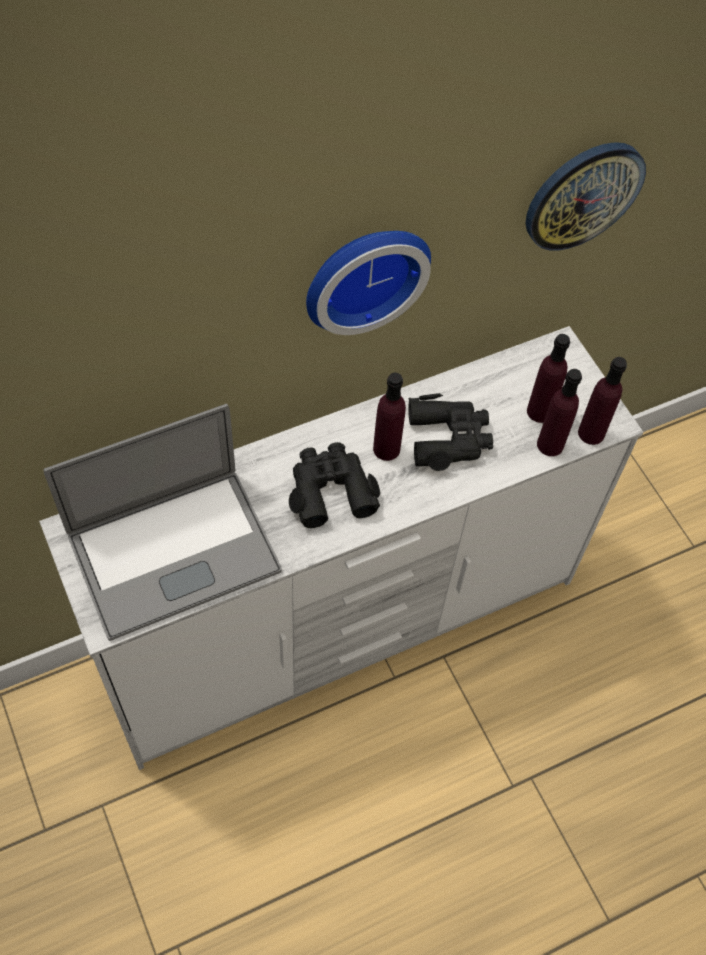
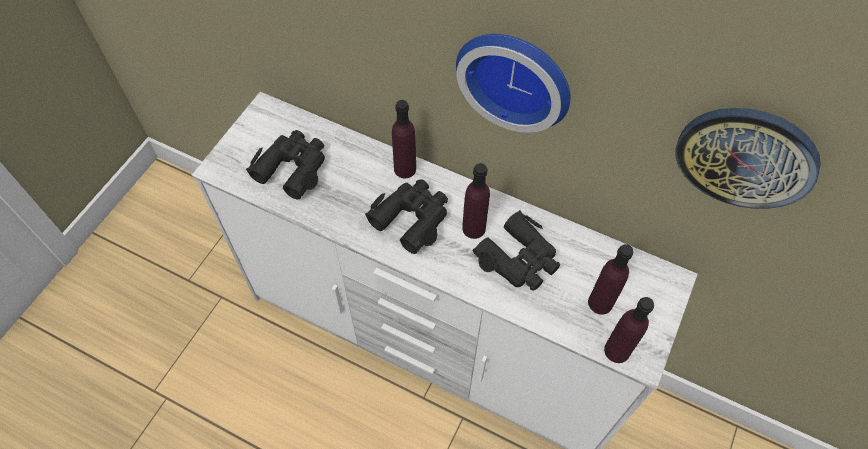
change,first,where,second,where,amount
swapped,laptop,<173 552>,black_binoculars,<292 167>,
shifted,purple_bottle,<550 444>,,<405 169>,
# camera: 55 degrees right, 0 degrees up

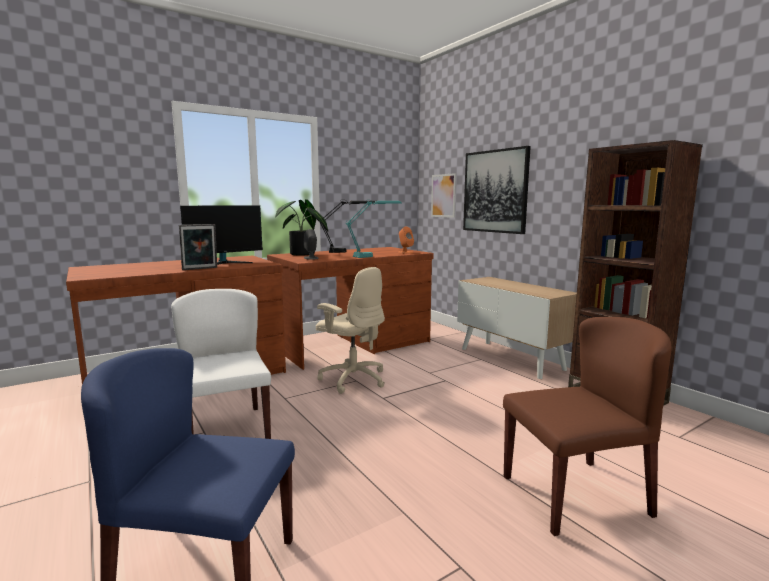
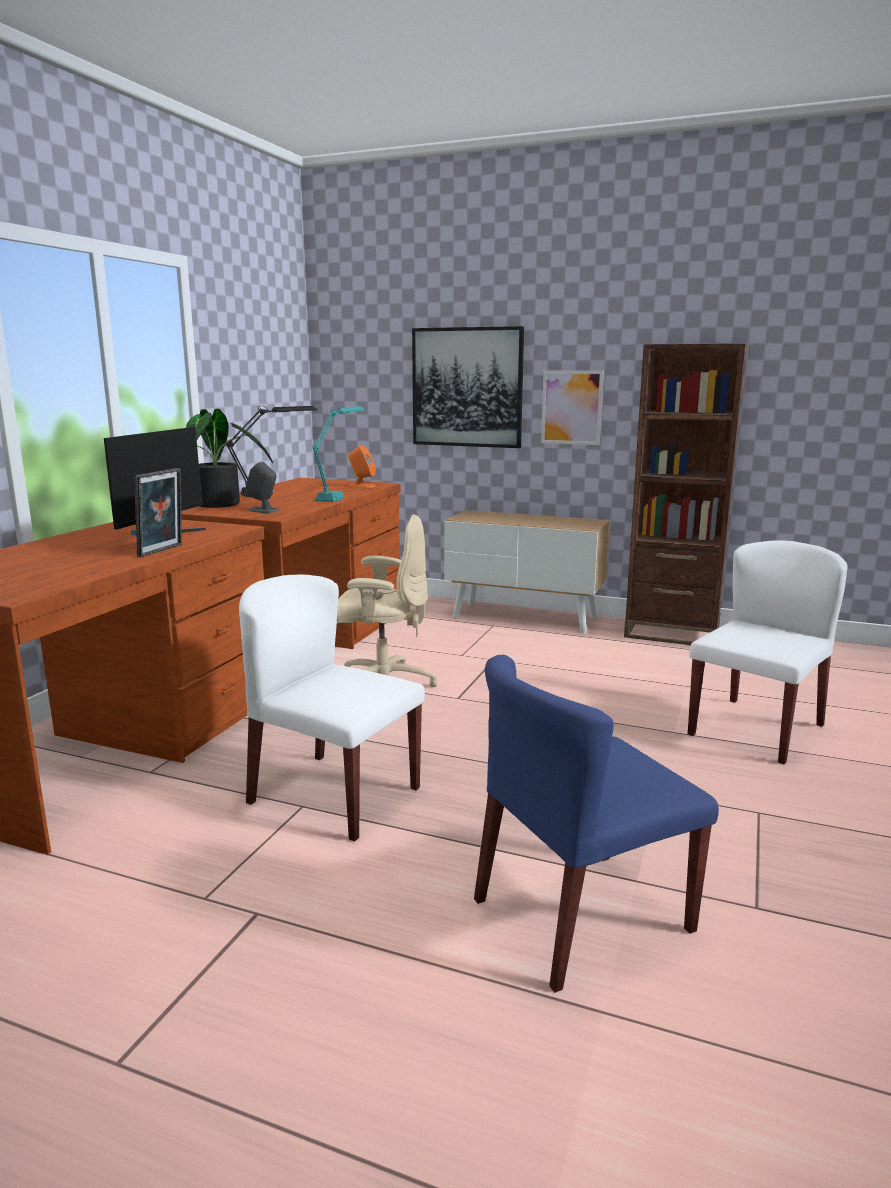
change,first,where,second,where,amount
shifted,picture,<443 195>,,<571 407>,
repainted,brown_chair,<575 494>,white_chair,<756 729>,
# camera: 35 degrees left, 5 degrees up

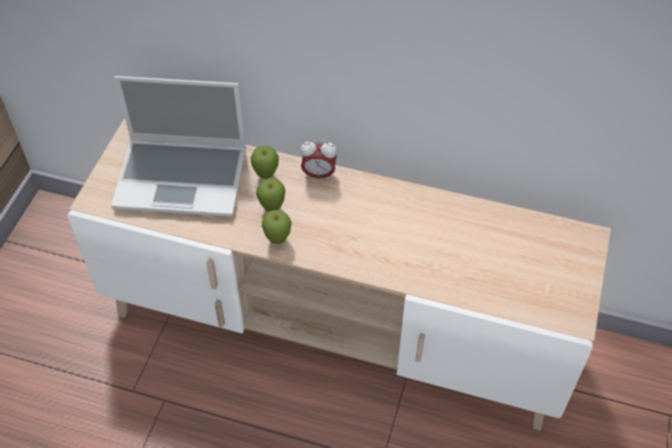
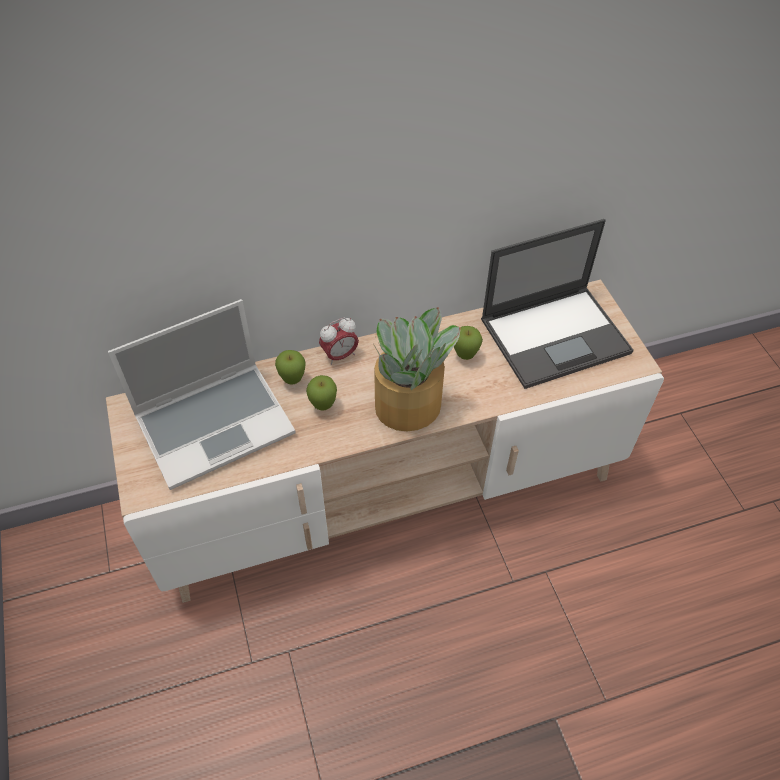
change,first,where,second,where,amount
new,,,potted_plant,<409 406>,
shifted,apple,<277 240>,,<465 356>,
new,,,laptop,<556 335>,
# camera: 35 degrees left, 0 degrees up

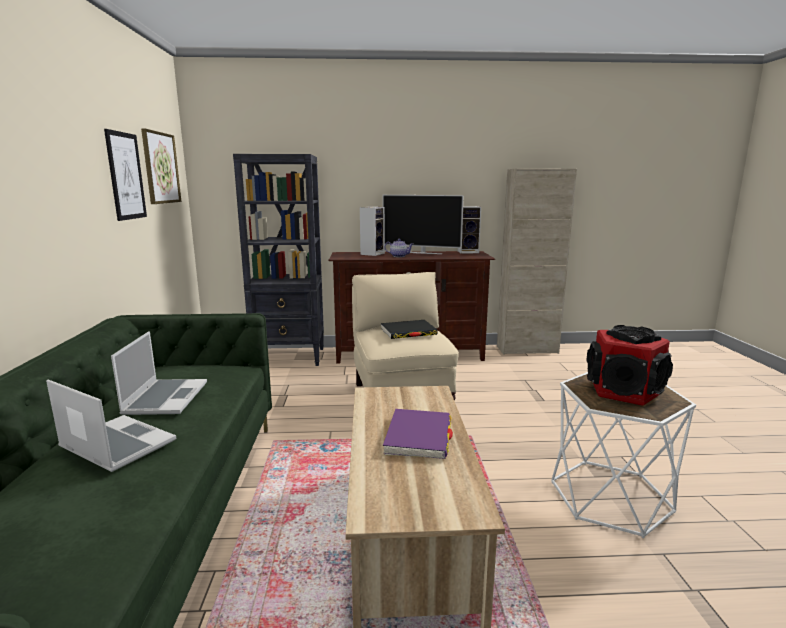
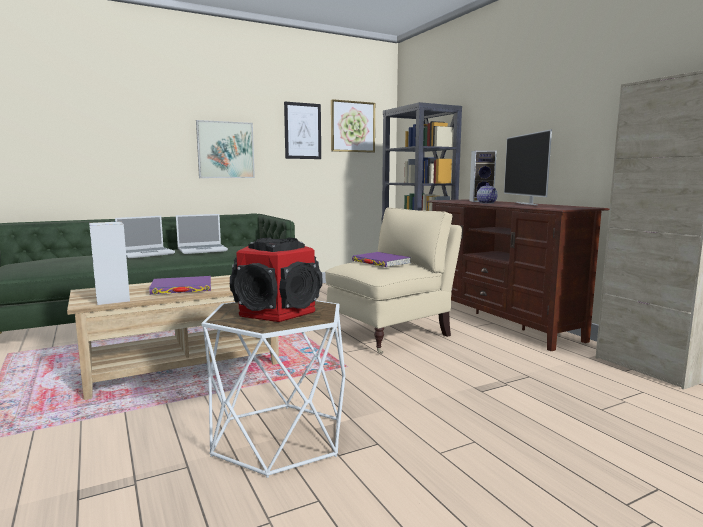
change,first,where,second,where,amount
shifted,speaker,<468 252>,,<114 300>,
rotated,laptop,<115 445>,,<146 254>,45 degrees clockwise
new,,,picture,<225 150>,
repainted,black_book,<408 332>,purple_book,<381 262>,
# camera: 65 degrees right, 5 degrees down

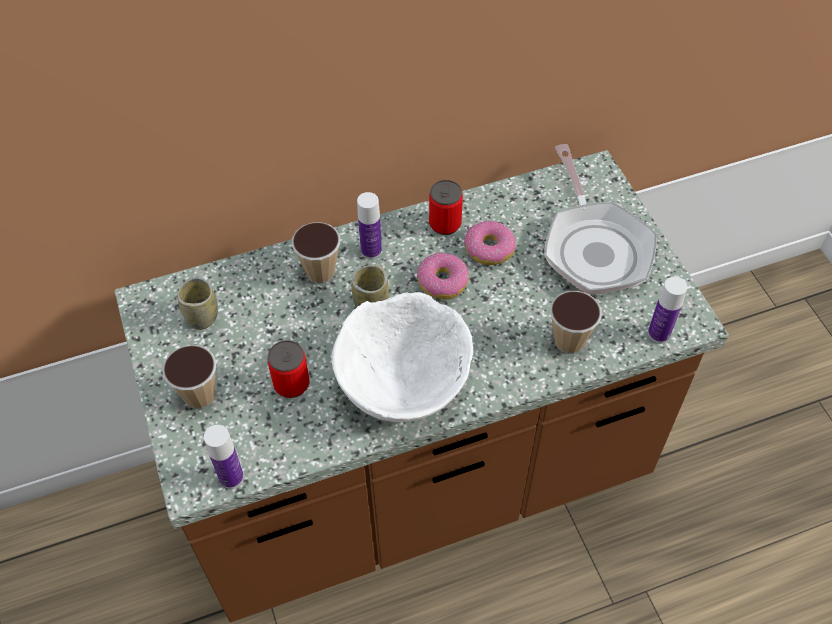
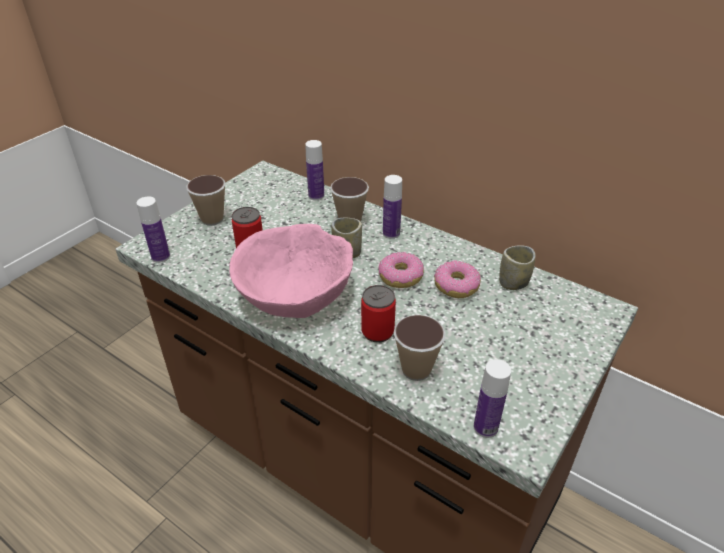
change,first,where,second,where,amount
repainted,white_bowl,<404 382>,pink_bowl,<295 296>,
new,,,bottle,<316 195>,
shifted,can,<445 224>,,<377 332>,
shifted,cup,<202 316>,,<513 283>,
gone,frying_pan,<594 246>,,,
# camera: 55 degrees right, 15 degrees down

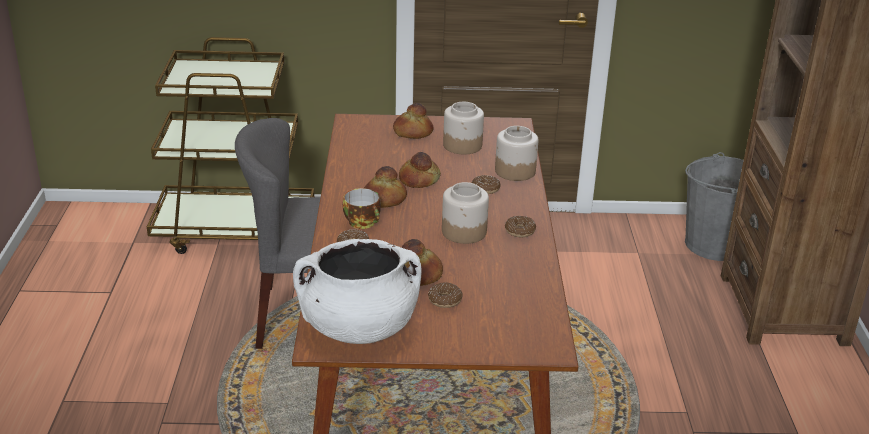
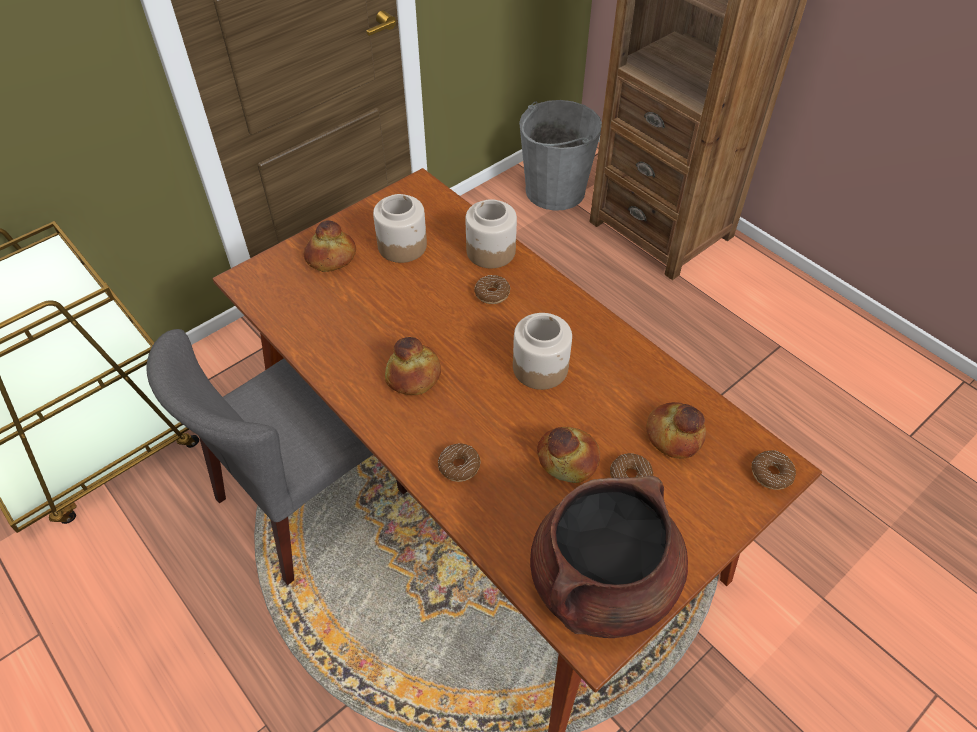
change,first,where,second,where,amount
repainted,white_cooking_pot,<358 327>,brown_cooking_pot,<602 583>,
shifted,bread,<418 179>,,<673 435>,
shifted,donut,<520 231>,,<771 473>,
gone,cup,<364 223>,,,
# camera: 40 degrees left, 20 degrees up

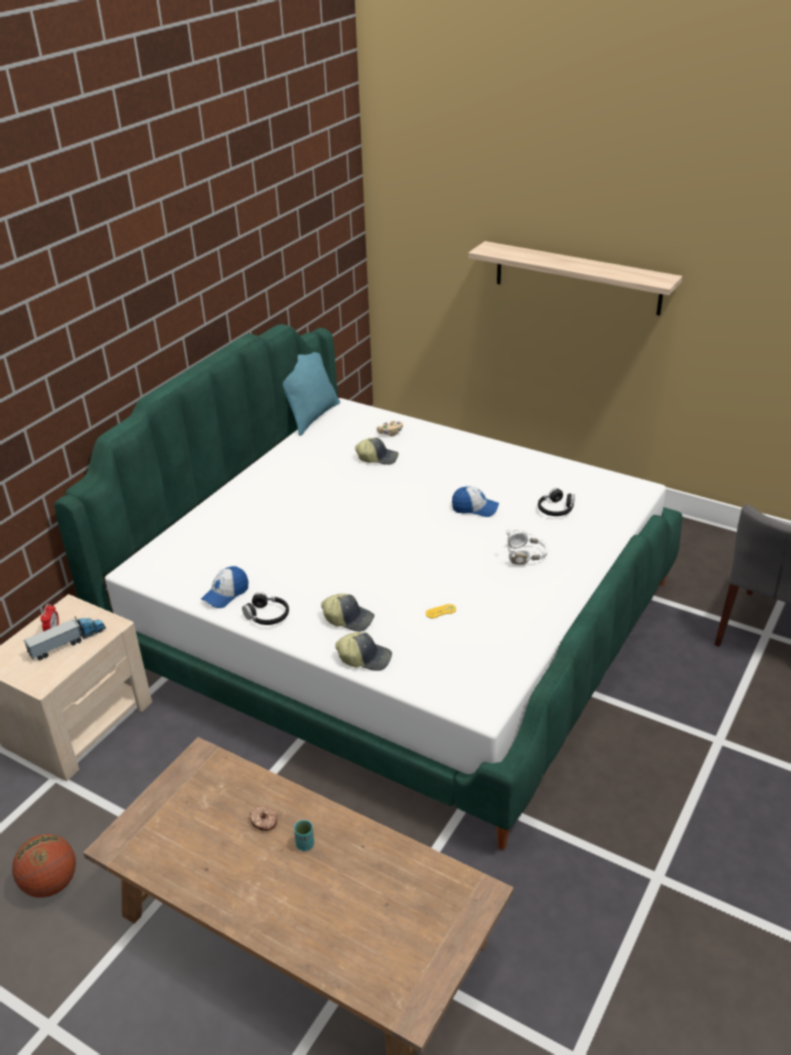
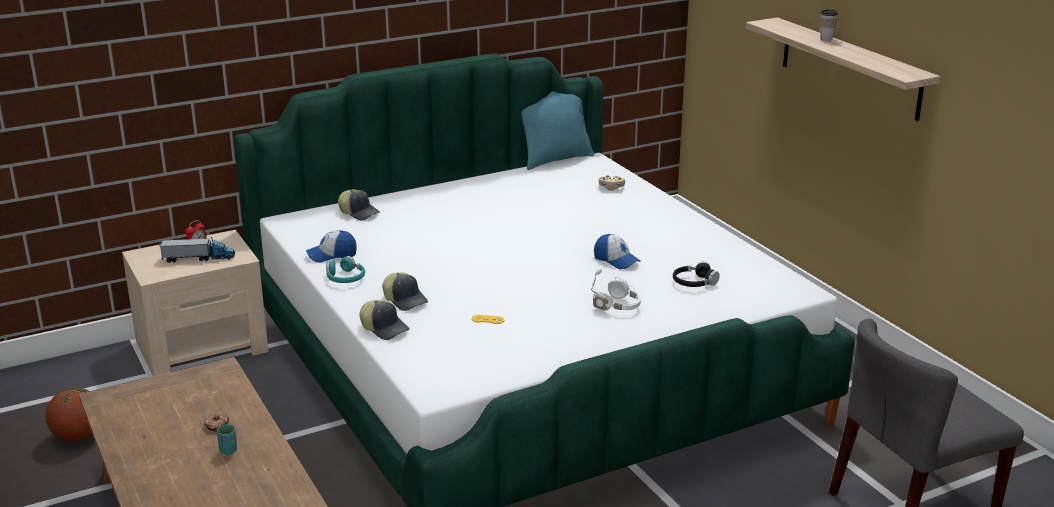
change,first,where,second,where,amount
repainted,black_headphones,<267 615>,turquoise_headphones,<345 278>,
shifted,cap,<377 458>,,<359 213>,
new,,,cup,<826 39>,
# camera: 30 degrees right, 10 degrees down

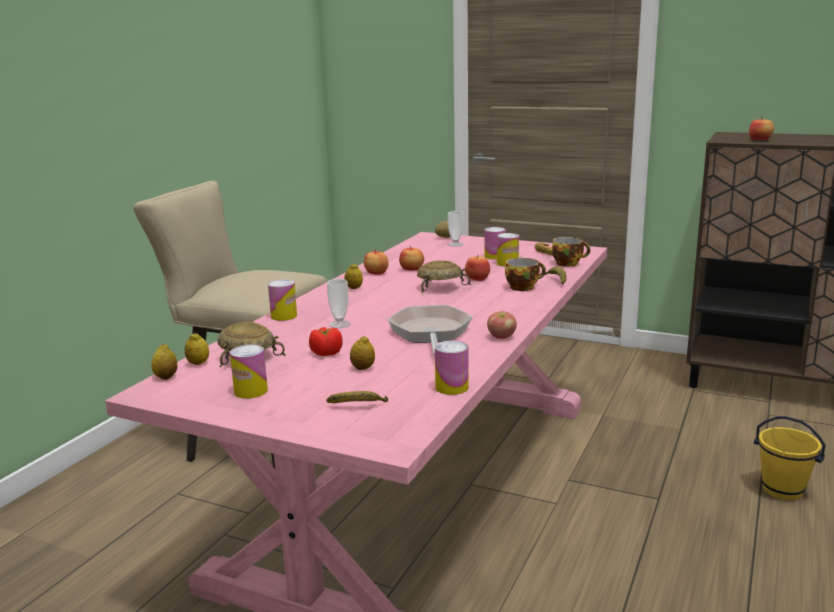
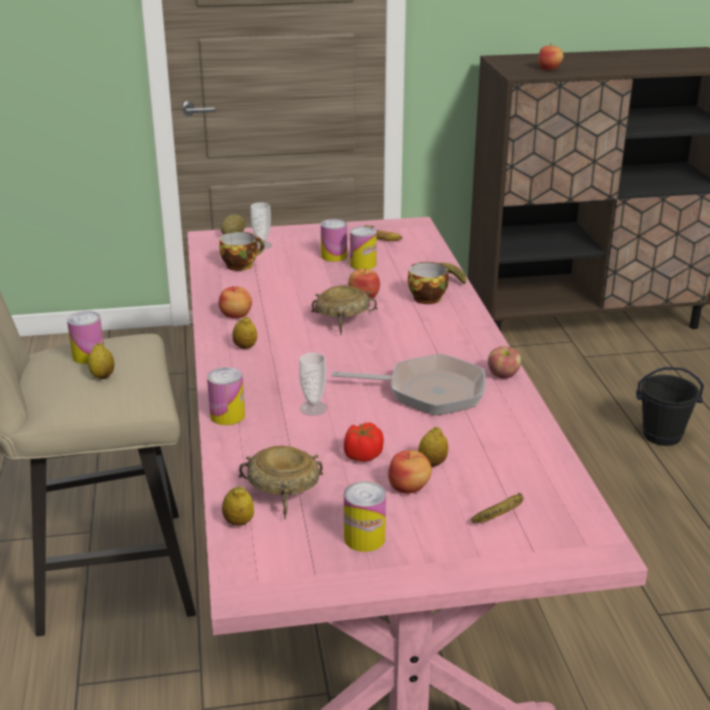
change,first,where,second,where,amount
shifted,can,<452 387>,,<88 356>,
shifted,lemon,<166 377>,,<103 376>,
shifted,cup,<569 263>,,<241 265>,
rotated,frying_pan,<430 333>,,<428 391>,135 degrees clockwise
shifted,apple,<412 269>,,<409 487>,
repainted,yellow_bucket,<782 490>,black_bucket,<662 435>,
# camera: 35 degrees left, 10 degrees up

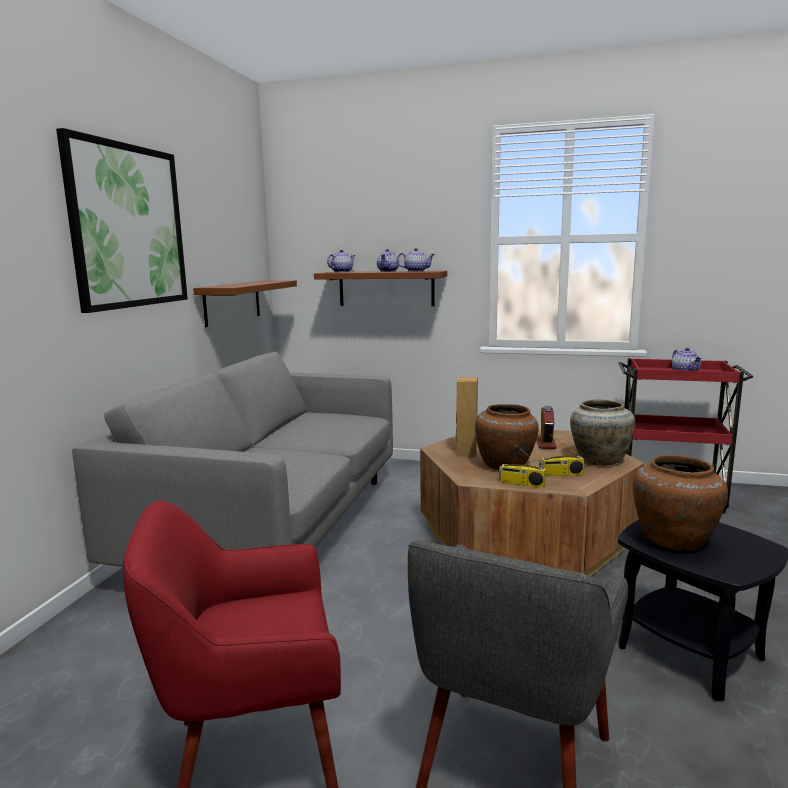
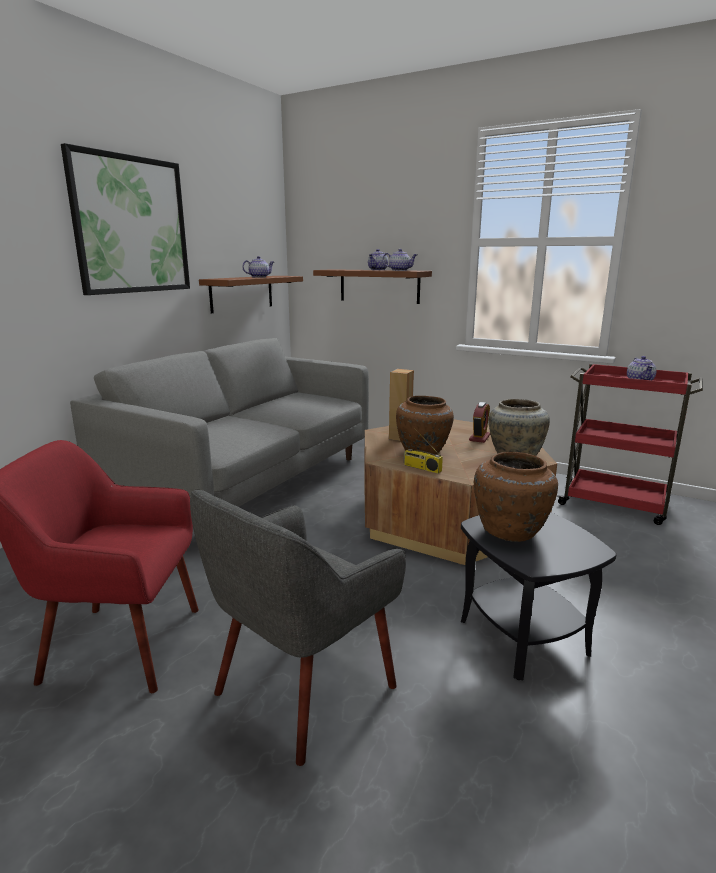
change,first,where,second,where,amount
shifted,teapot,<341 272>,,<259 277>,
gone,radio,<561 474>,,,
# camera: 15 degrees right, 5 degrees up

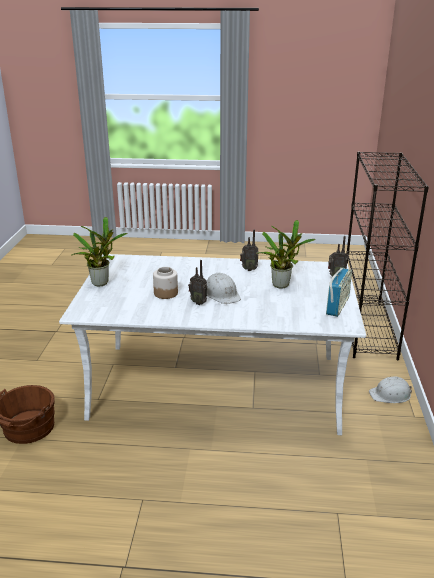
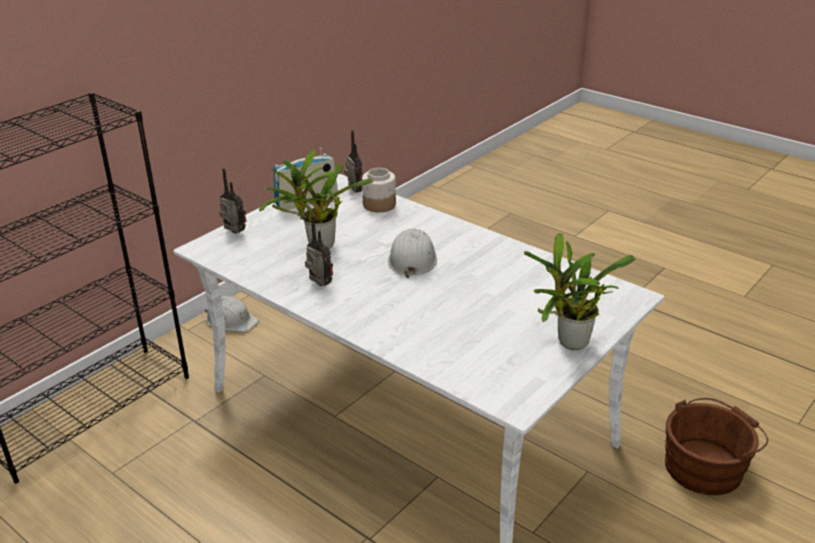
change,first,where,second,where,amount
shifted,radio,<199 302>,,<354 192>,
shifted,jar,<166 293>,,<379 205>,
# camera: 145 degrees left, 5 degrees up

